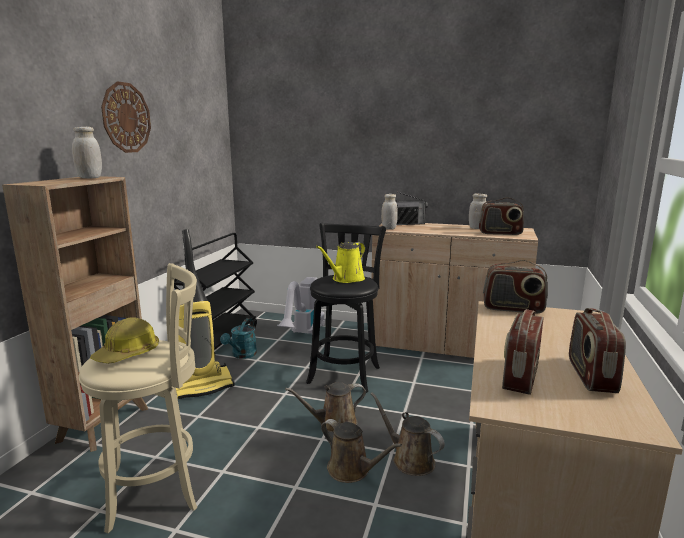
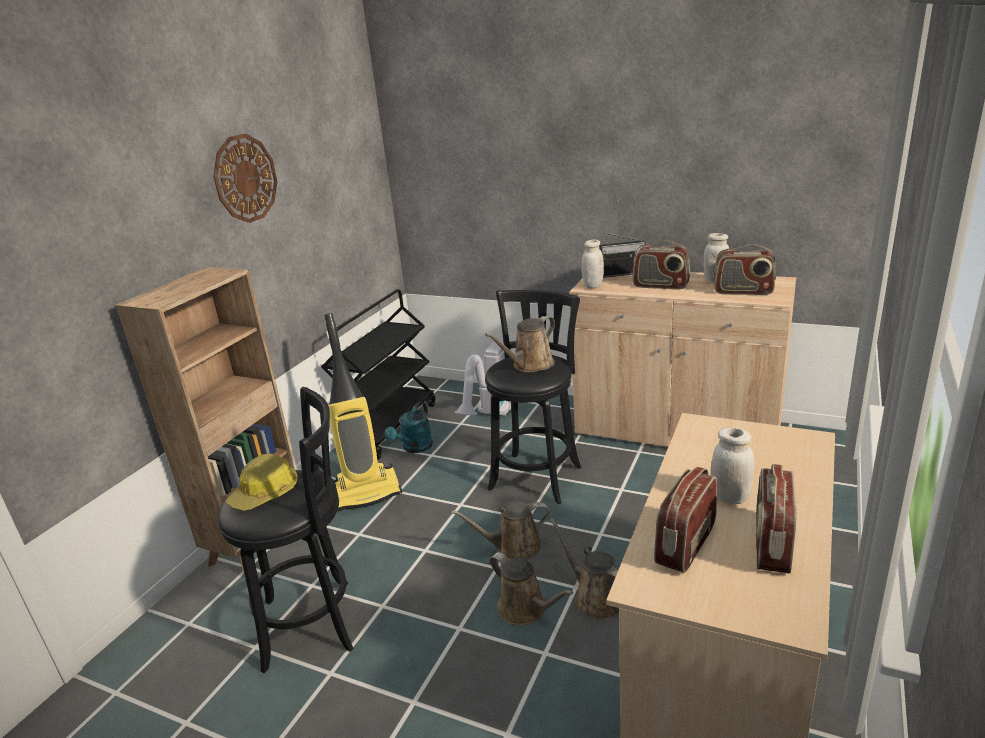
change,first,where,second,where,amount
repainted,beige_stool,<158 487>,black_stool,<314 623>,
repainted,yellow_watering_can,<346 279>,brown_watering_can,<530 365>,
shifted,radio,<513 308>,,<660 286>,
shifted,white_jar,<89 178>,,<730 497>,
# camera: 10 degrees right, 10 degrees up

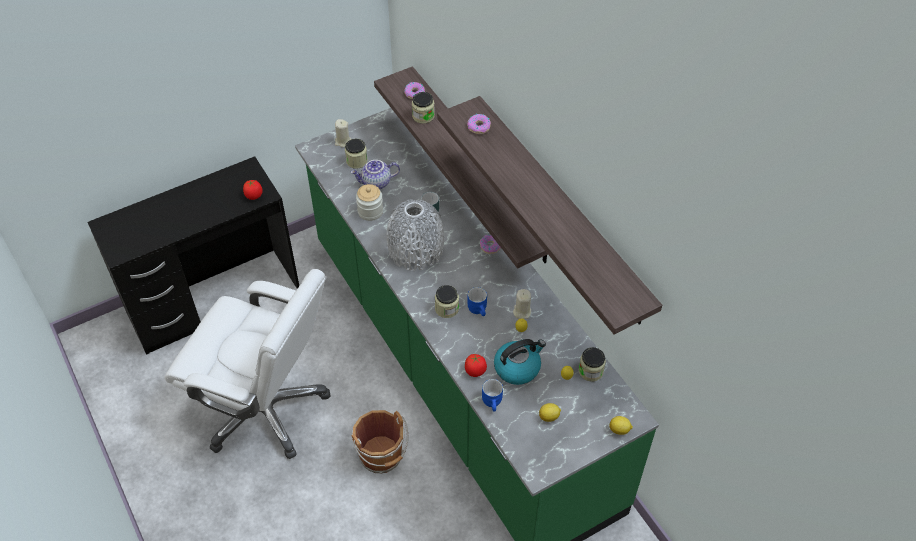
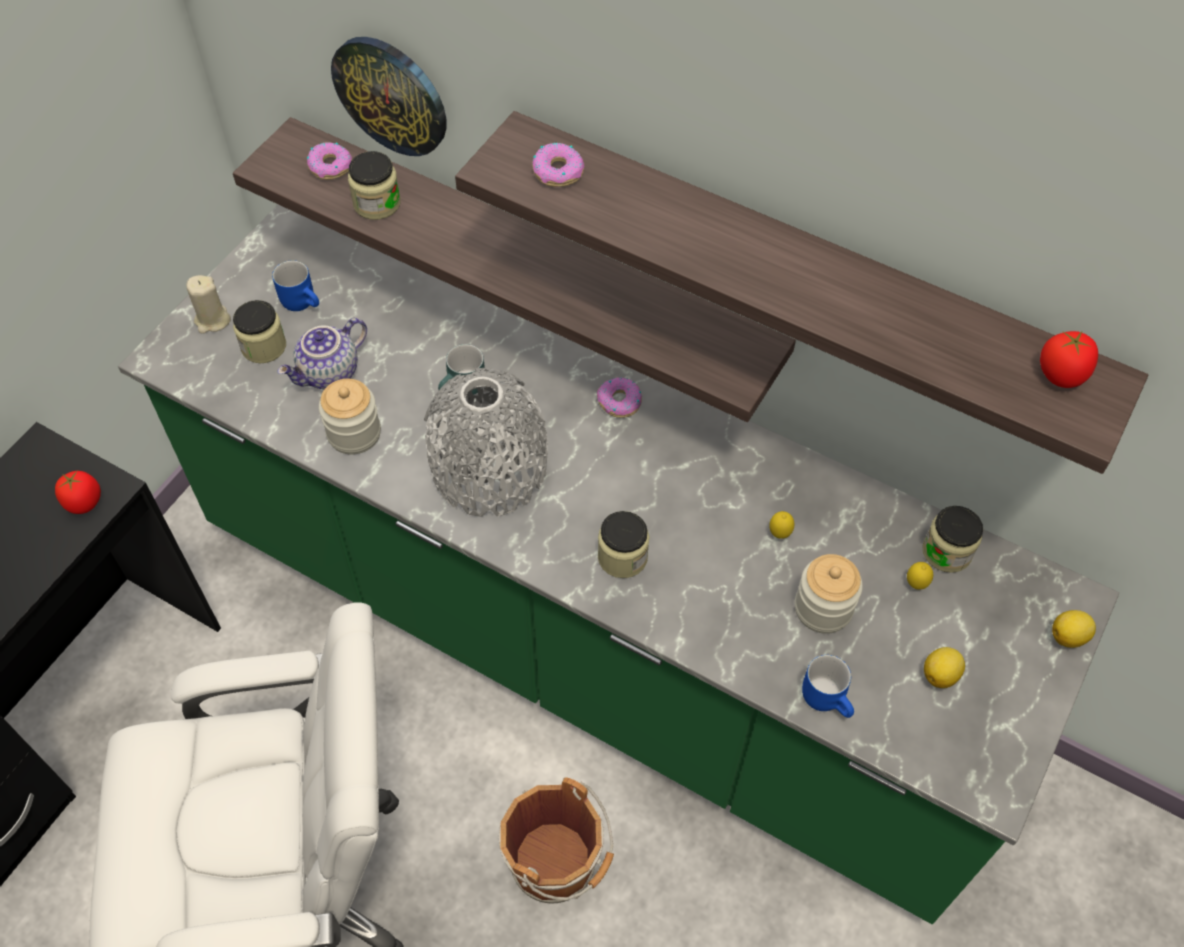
change,first,where,second,where,amount
shifted,blue_mug,<479 309>,,<303 301>,
new,,,wall_clock,<391 95>,
swapped,kettle,<517 367>,jar,<823 608>,
shifted,tomato,<475 371>,,<1061 375>,
gone,beige_candle,<521 312>,,,
# camera: 30 degrees left, 5 degrees up

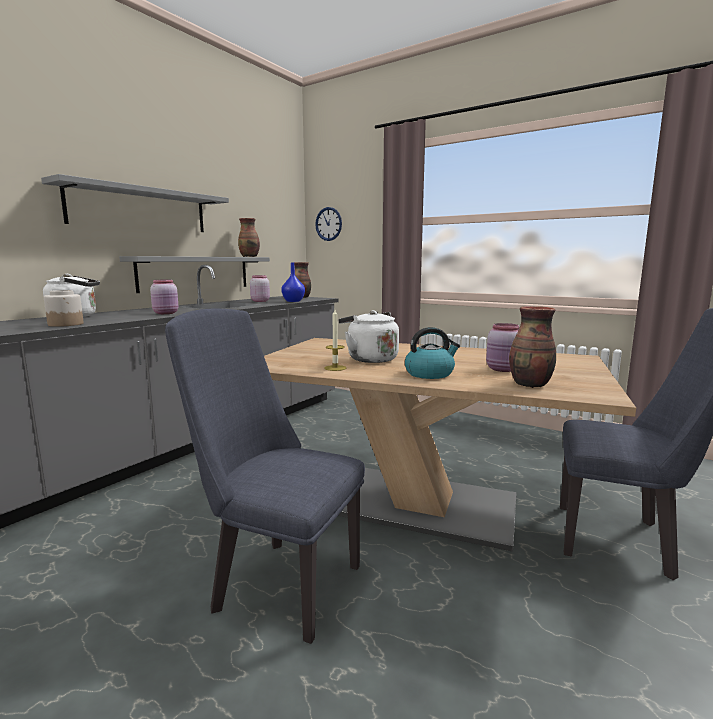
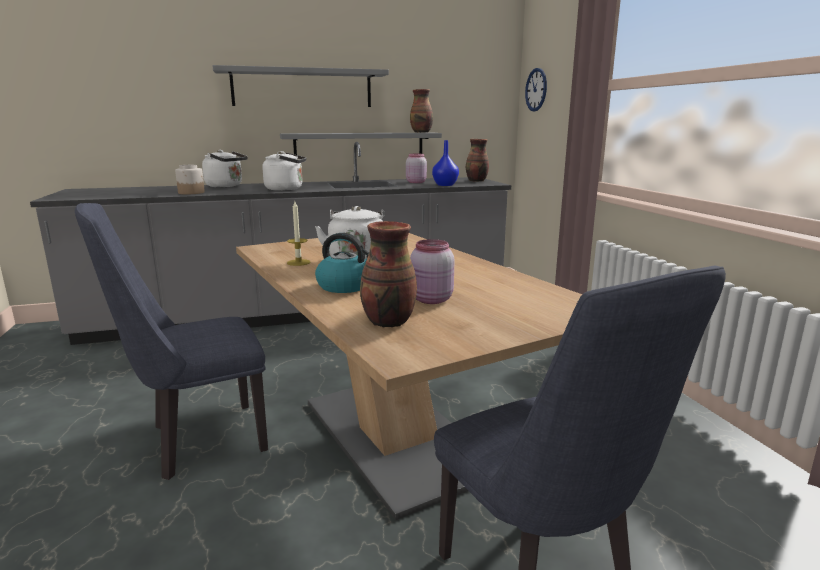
change,first,where,second,where,amount
rotated,blue_chair,<277 583>,,<197 441>,90 degrees counterclockwise
swapped,pink_jar,<166 313>,white_kettle,<286 189>,
# camera: 40 degrees right, 5 degrees up

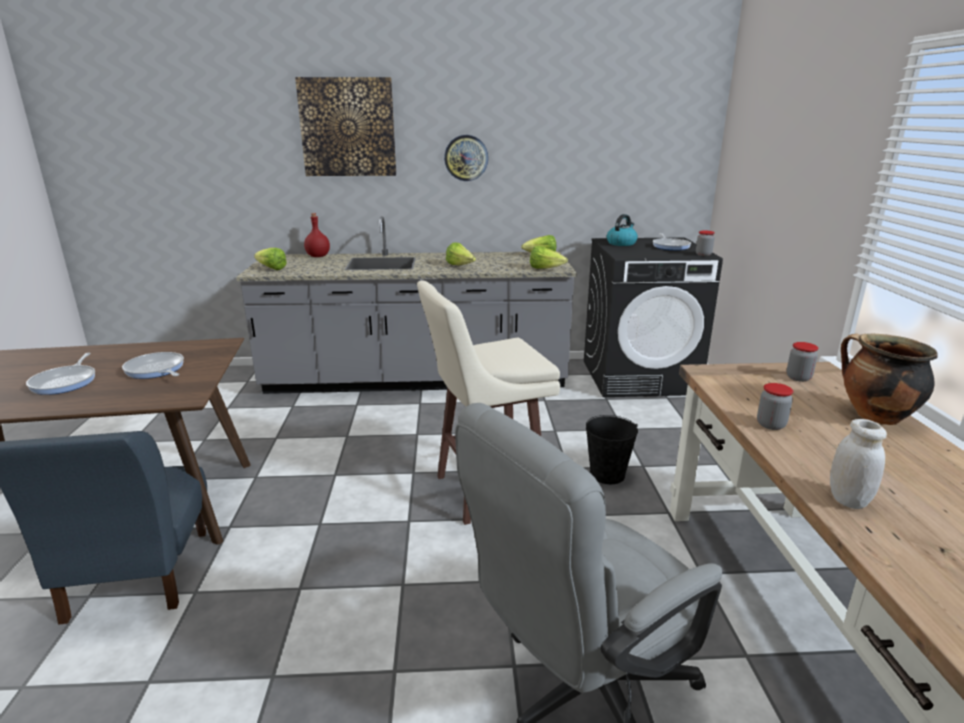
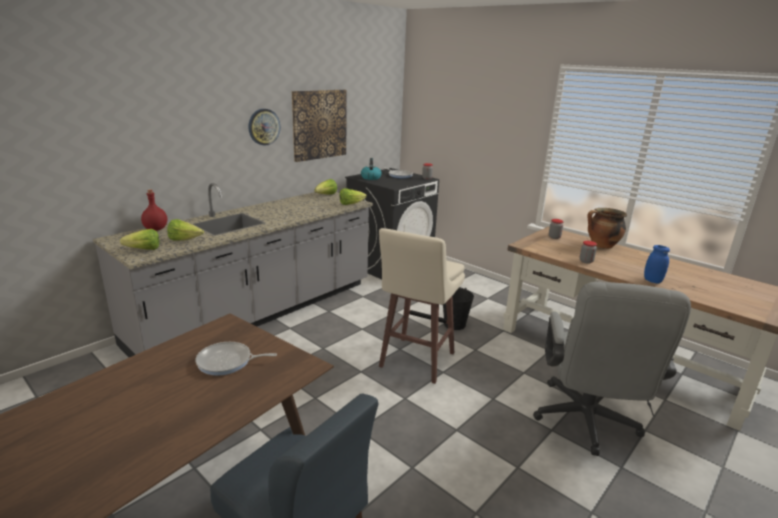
change,first,where,second,where,amount
shifted,lettuce,<460 266>,,<184 240>,
shifted,picture,<348 127>,,<319 124>,
repainted,white_jar,<848 500>,blue_jar,<652 281>,
gone,frying_pan,<66 382>,,,
# camera: 45 degrees left, 0 degrees up

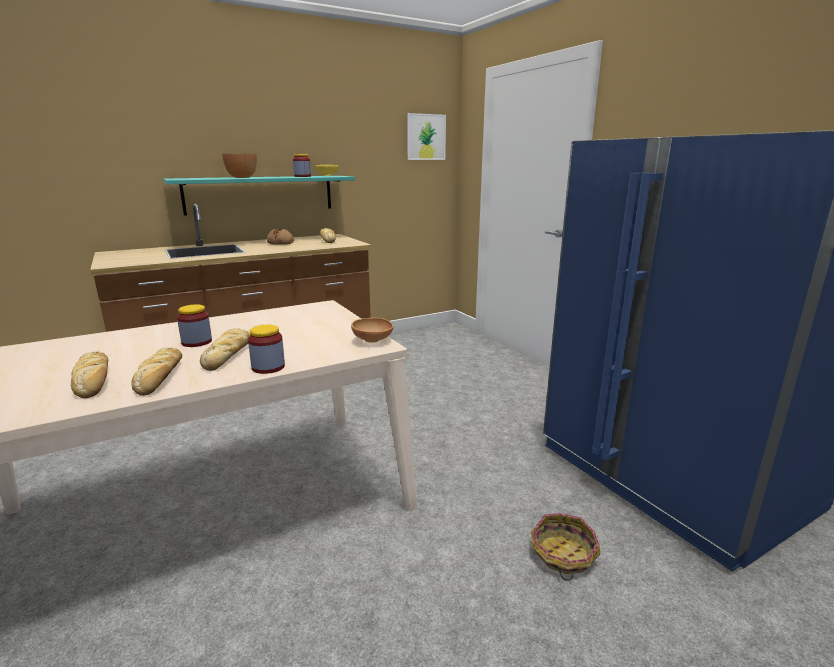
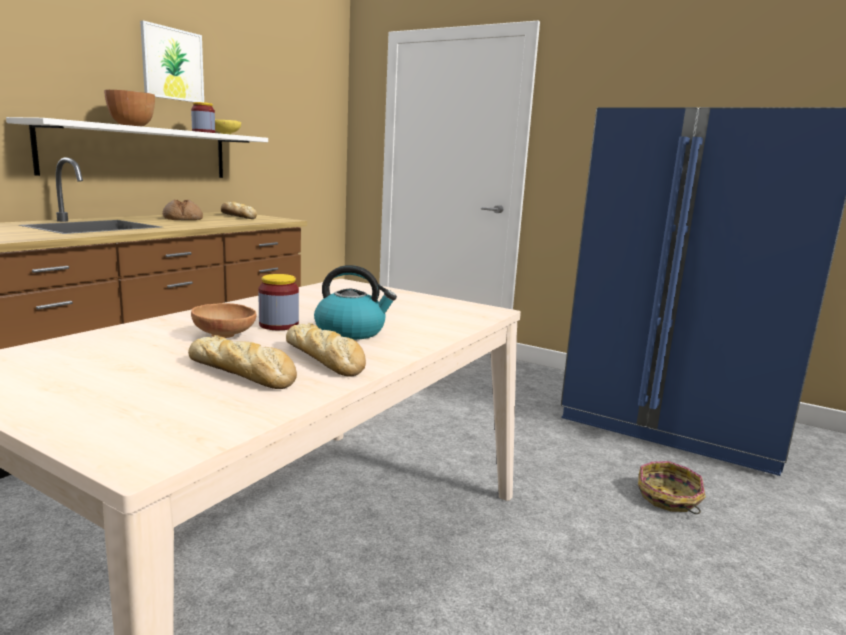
change,first,where,second,where,amount
repainted,turquoise_shelf,<260 194>,white_shelf,<139 152>,
shifted,picture,<426 137>,,<172 64>,
shifted,brown_bowl,<373 341>,,<225 337>,
swapped,bread,<228 354>,kettle,<351 332>,
gone,jar,<268 367>,,,
# camera: 30 degrees left, 5 degrees down

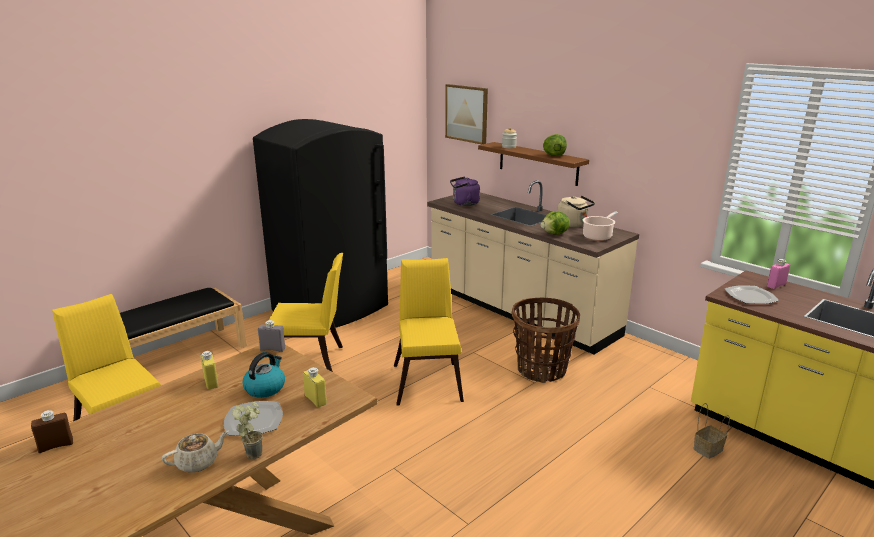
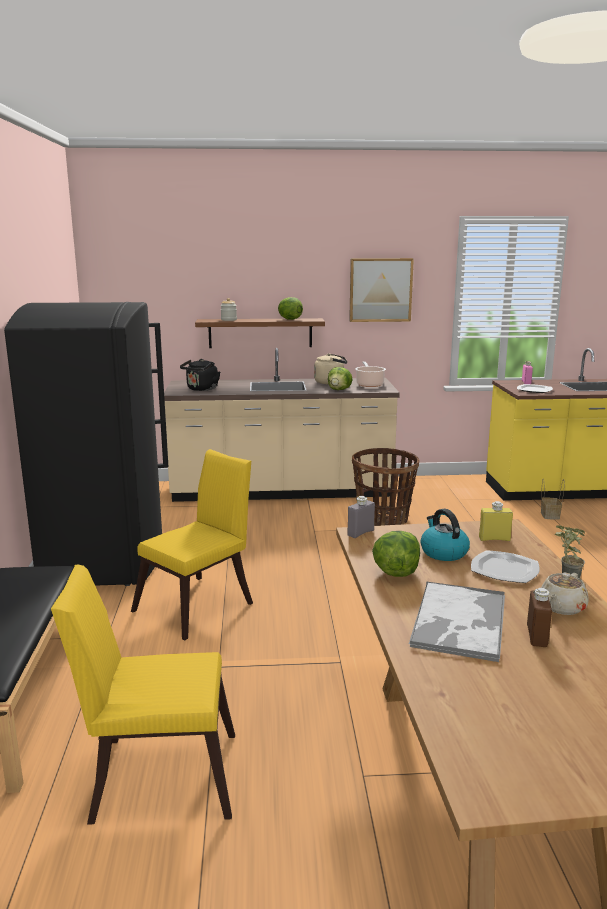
change,first,where,second,where,amount
repainted,purple_kettle,<464 203>,black_kettle,<201 389>,
shifted,picture,<467 113>,,<380 290>,
swapped,yellow_bottle,<211 382>,lettuce,<396 572>,
new,,,tray,<459 621>,
shifted,brown_bottle,<56 446>,,<537 636>,
rotated,beige_teapot,<198 462>,,<561 607>,150 degrees counterclockwise
gone,yellow_chair,<428 379>,,,
# camera: 50 degrees left, 5 degrees down

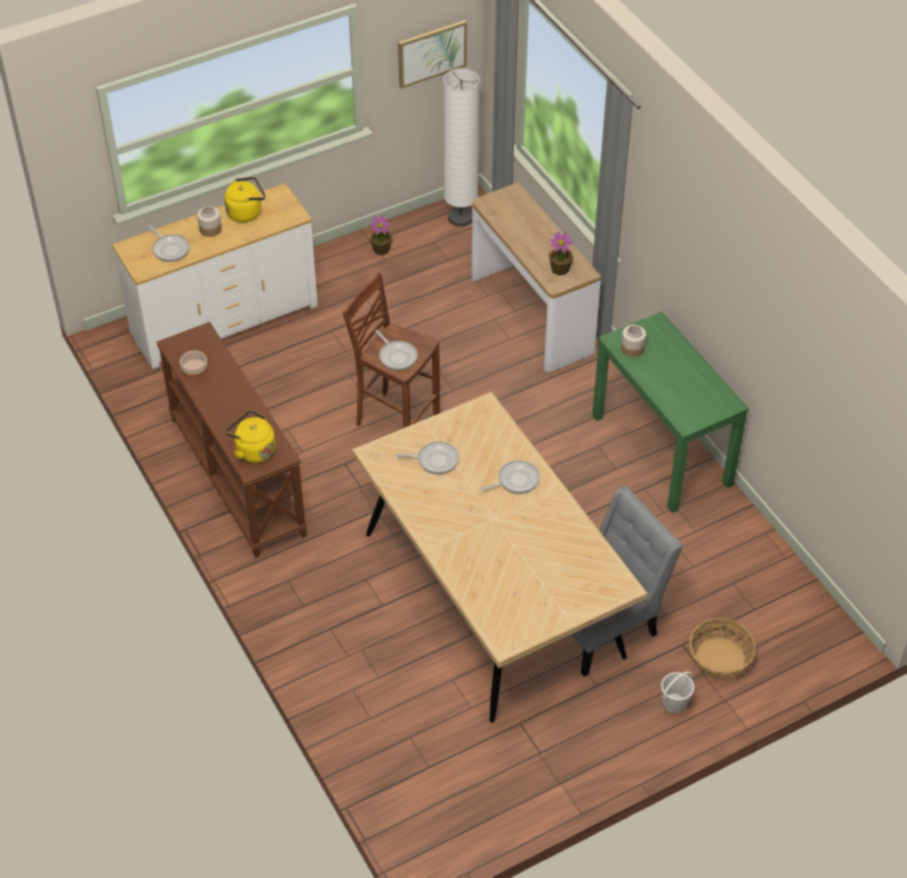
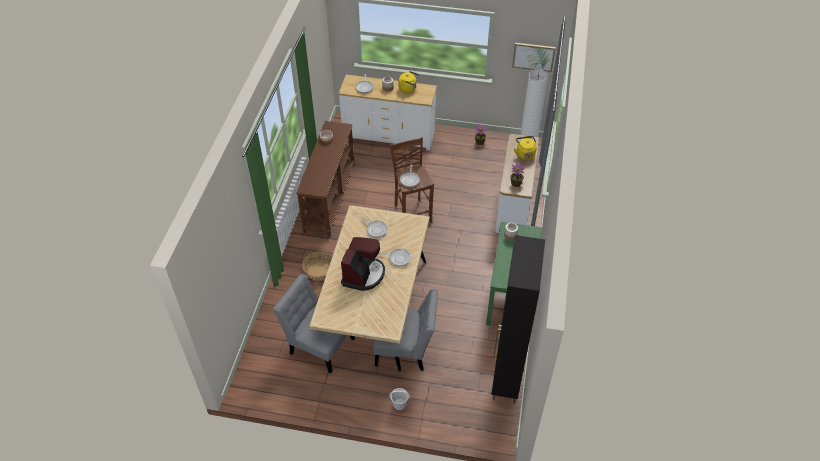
change,first,where,second,where,amount
new,,,grey_chair,<319 344>,
shifted,basket,<720 658>,,<319 271>,
new,,,coffee_machine,<363 274>,
new,,,black_cabinet,<506 379>,
shifted,yellow_kettle,<253 450>,,<524 154>,
# camera: 40 degrees right, 0 degrees up

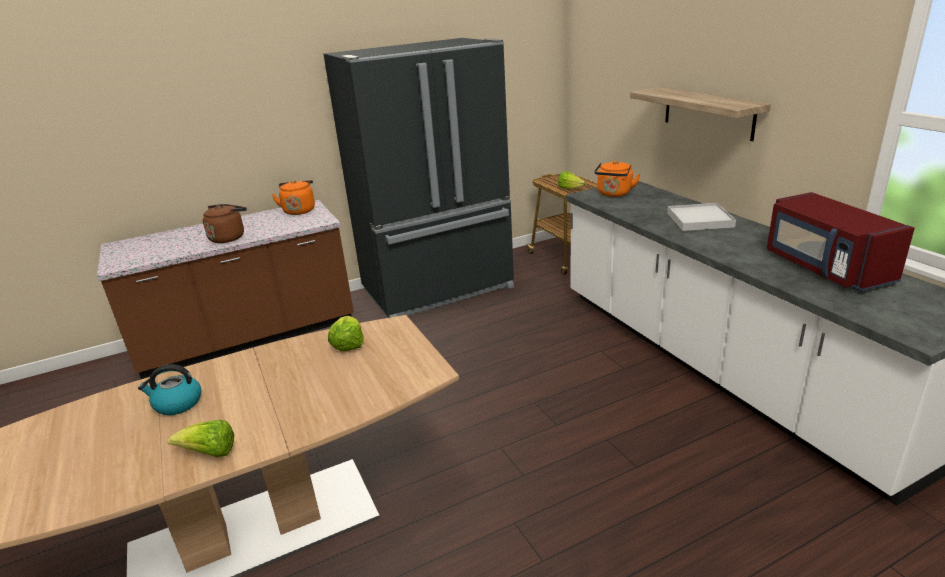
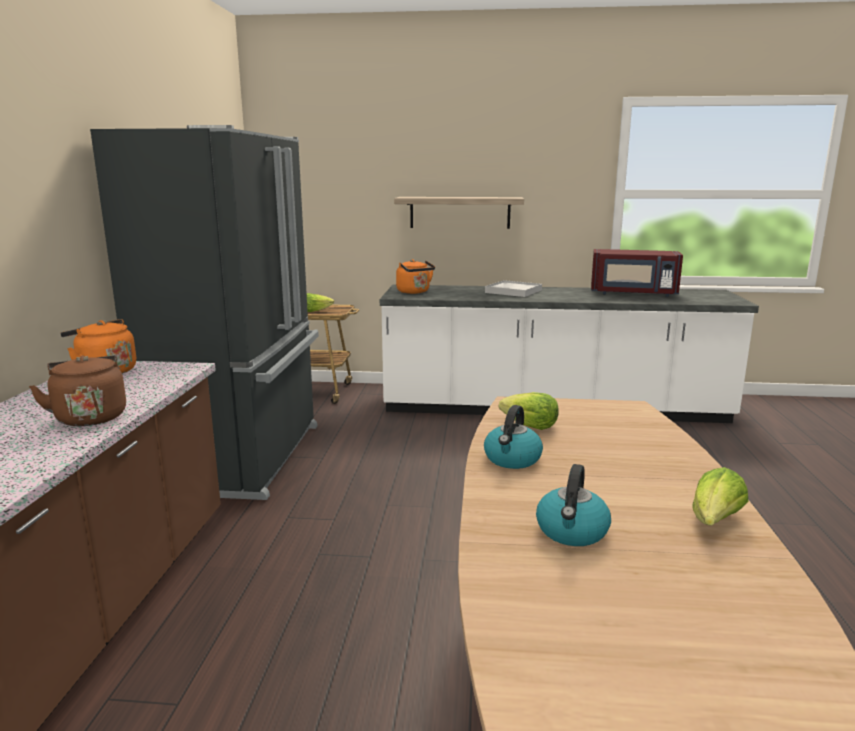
change,first,where,second,where,amount
new,,,kettle,<512 459>,
# camera: 60 degrees left, 10 degrees down

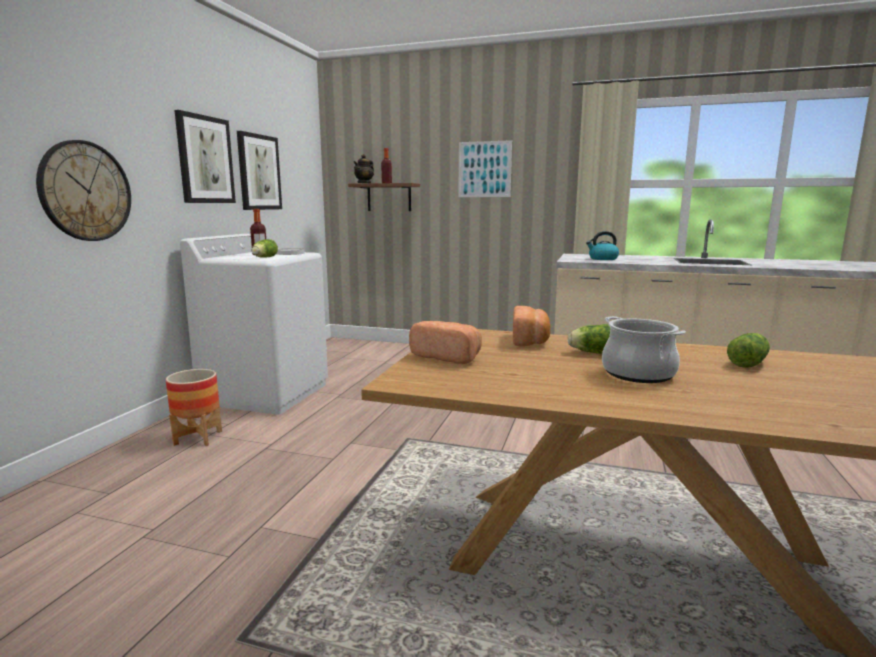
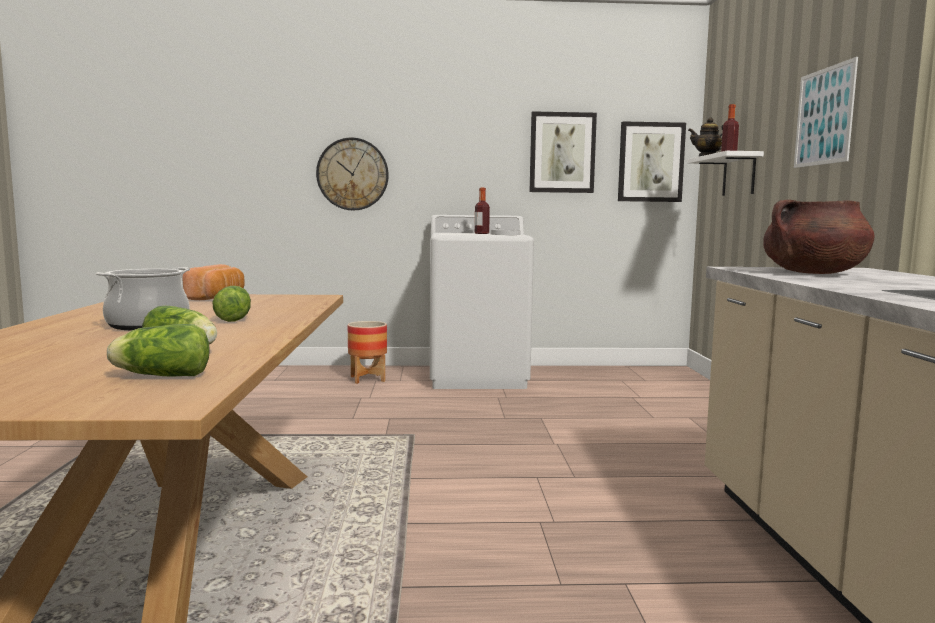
change,first,where,second,where,amount
shifted,lettuce,<264 257>,,<160 375>,
shifted,picture,<205 160>,,<650 162>,
repainted,brown_shelf,<389 197>,white_shelf,<739 175>,
swapped,kettle,<602 259>,brown_cooking_pot,<813 273>,
gone,bread,<530 341>,,,
# camera: 70 degrees right, 5 degrees down

